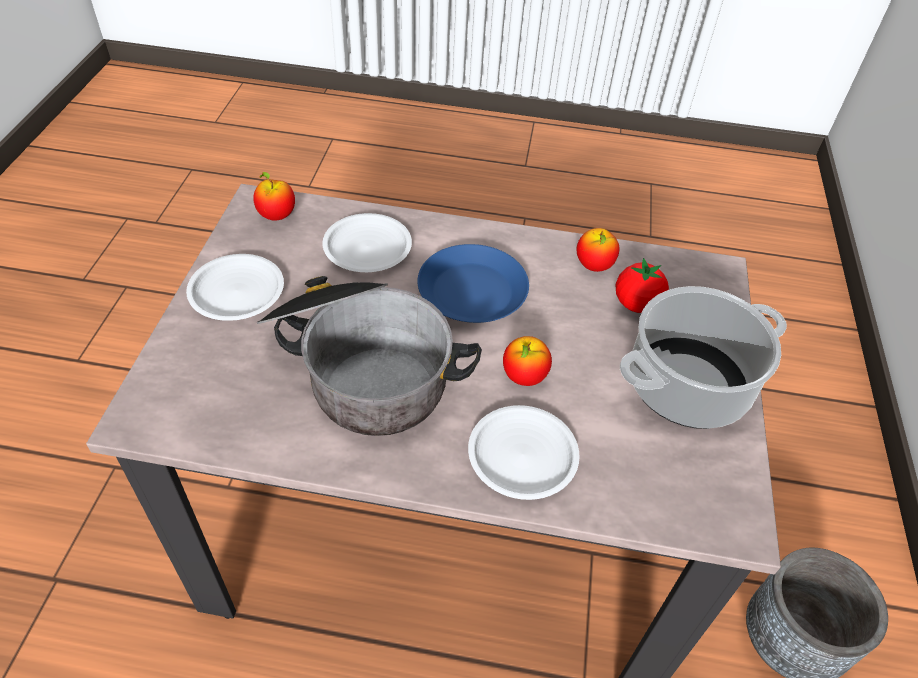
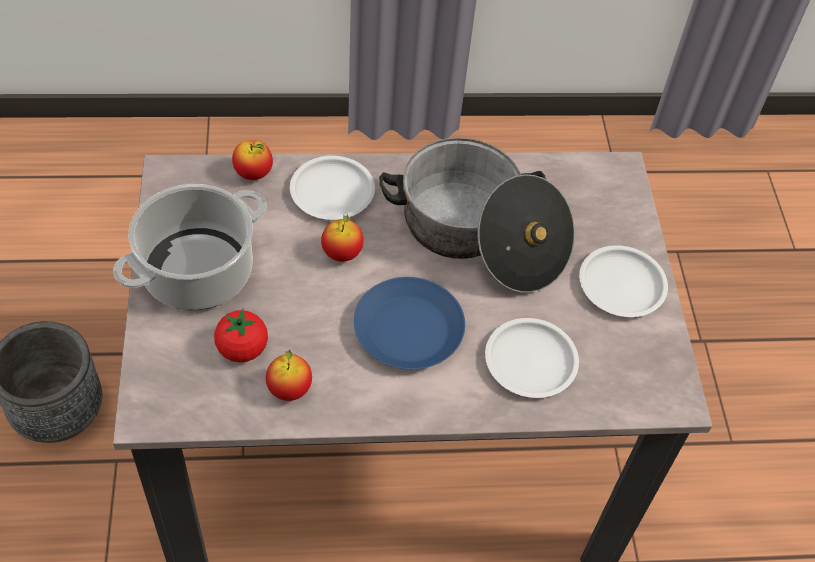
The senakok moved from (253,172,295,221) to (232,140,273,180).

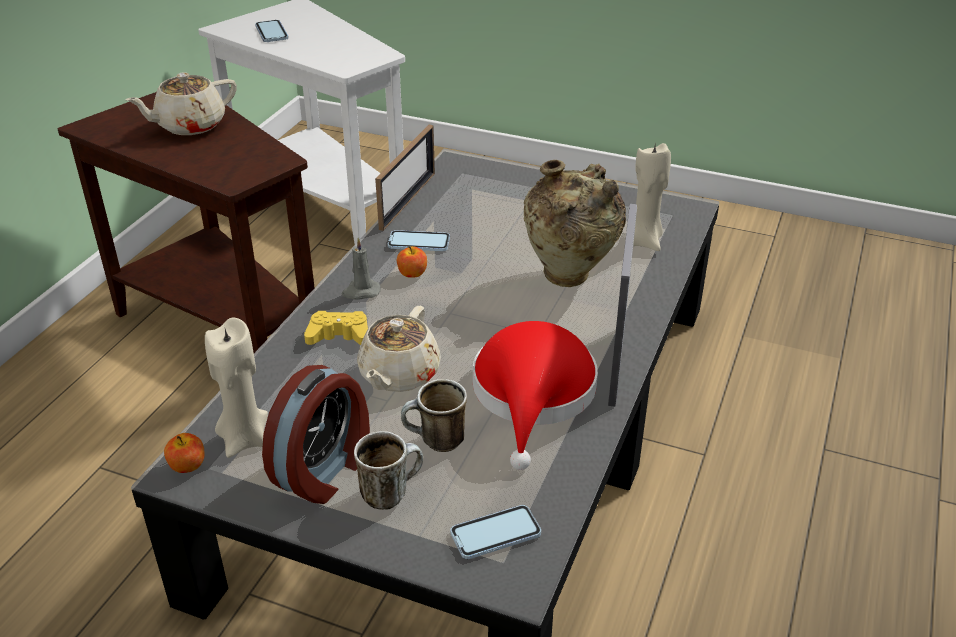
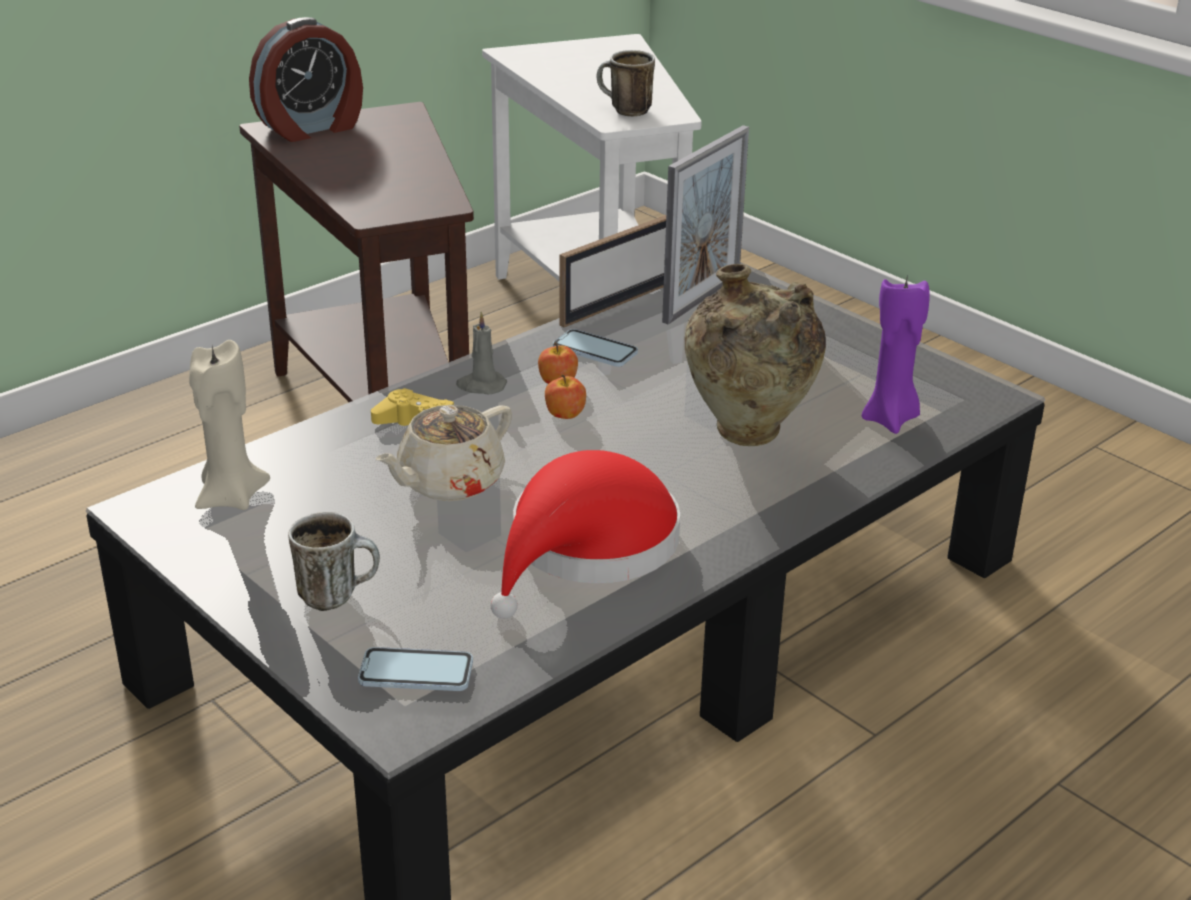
The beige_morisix at (125,72,237,135) disappeared. The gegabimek at (255,20,288,42) disappeared. The senakok moved from (164,433,205,473) to (545,374,586,419). The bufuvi moved from (262,365,370,504) to (249,17,363,142). The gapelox moved from (401,379,467,452) to (597,50,655,117). The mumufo moved from (608,204,637,407) to (662,125,749,324). The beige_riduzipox at (633,141,671,251) became the purple_riduzipox at (862,274,929,434).

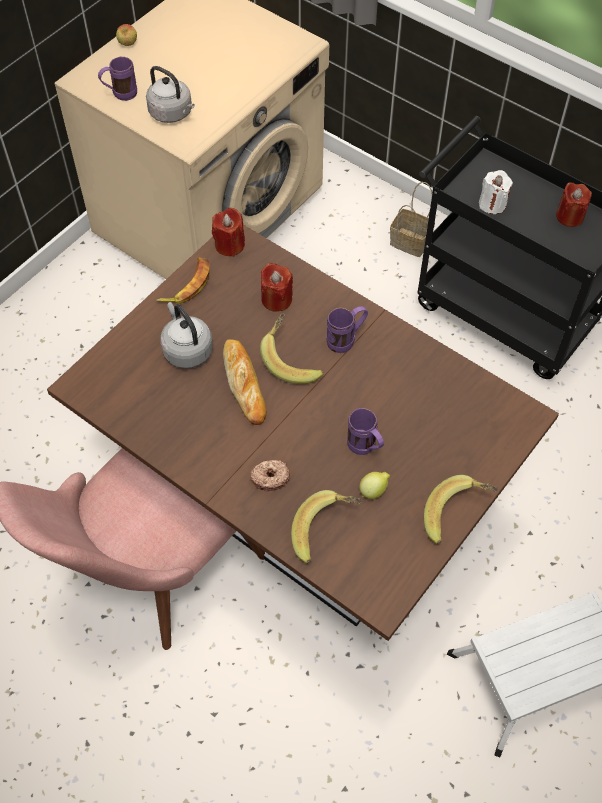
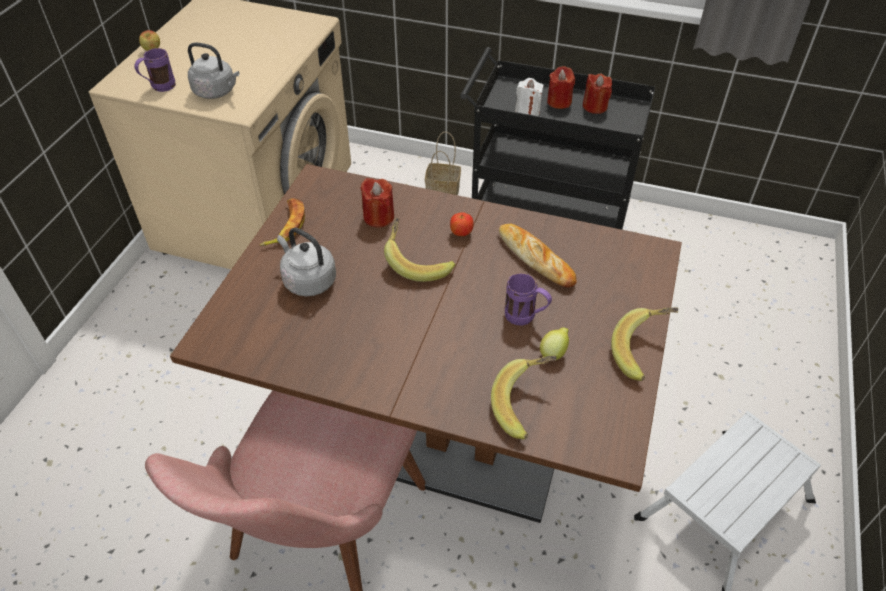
The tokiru at (250,460,290,491) disappeared. The red_riduzipox moved from (212,208,245,257) to (547,66,575,109). The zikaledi moved from (223,339,267,425) to (499,224,576,288). The purple_gapelox at (327,306,368,353) was replaced by the senakok at (450,212,474,236).

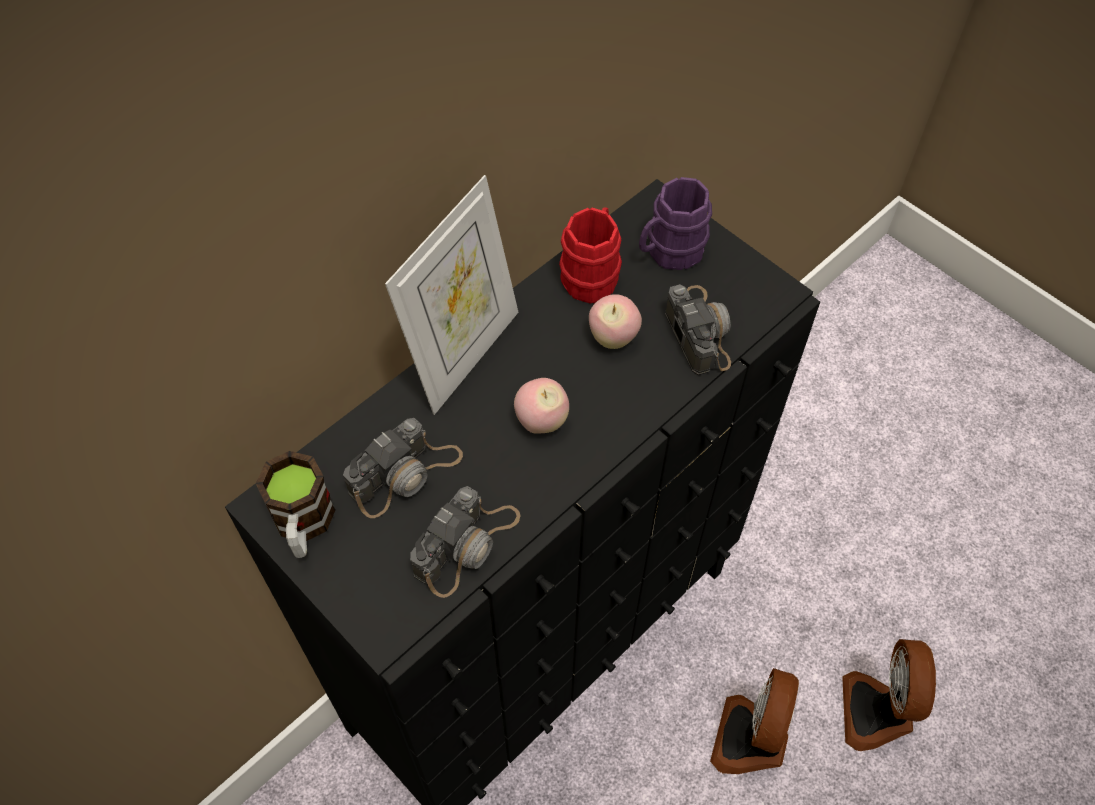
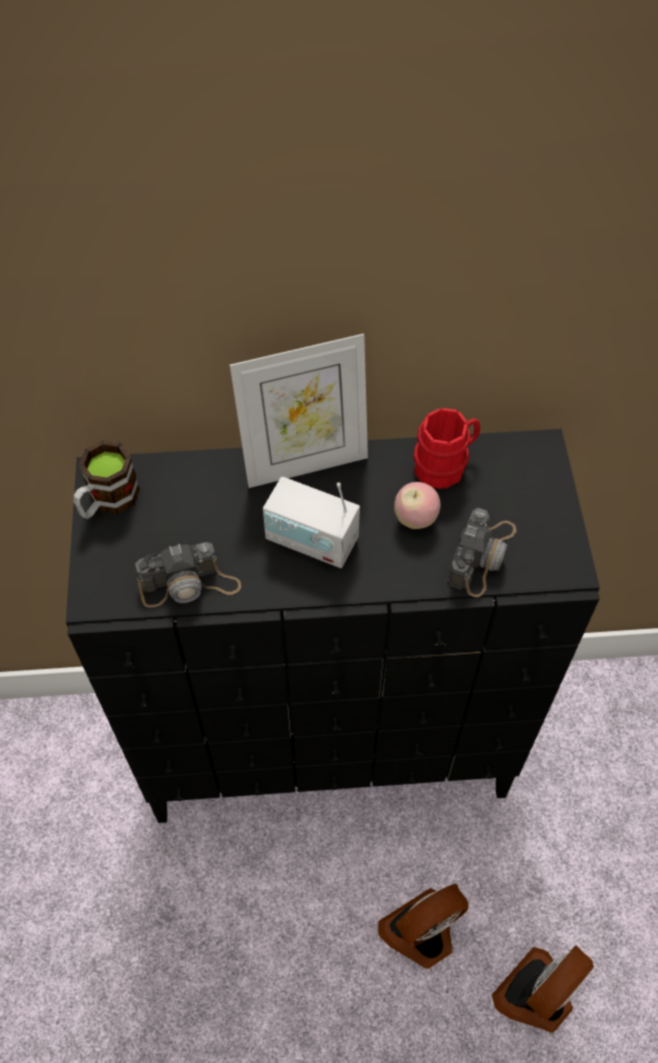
The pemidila at (343,418,463,518) disappeared. The purple_gapelox at (639,177,712,270) disappeared. The senakok at (514,378,569,434) was replaced by the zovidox at (263,476,360,568).

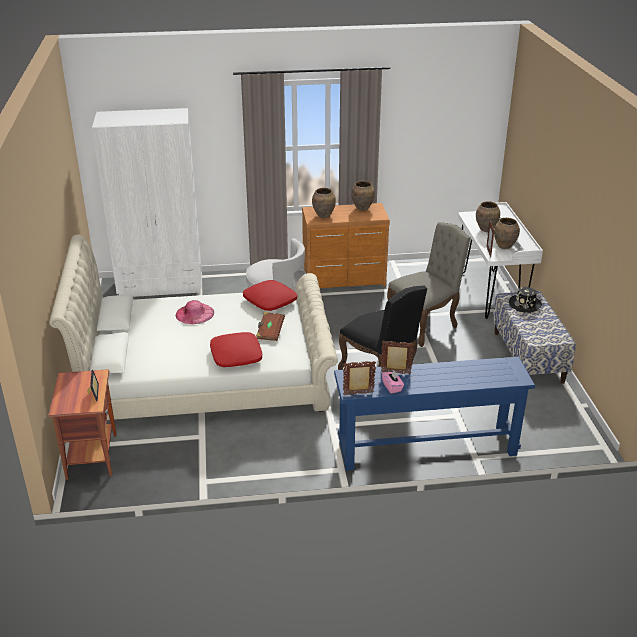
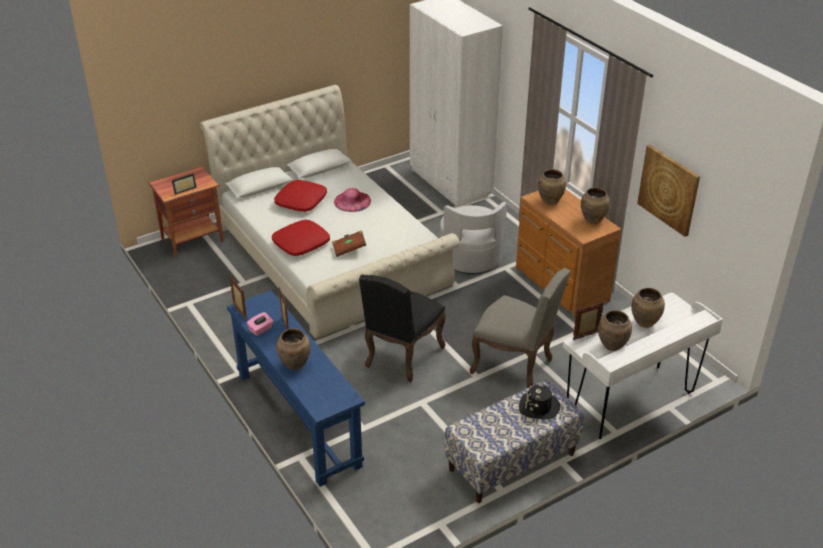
The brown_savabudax at (276,328,311,370) appeared. The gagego at (637,145,700,237) appeared. The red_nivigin moved from (243,280,297,311) to (274,180,327,212).

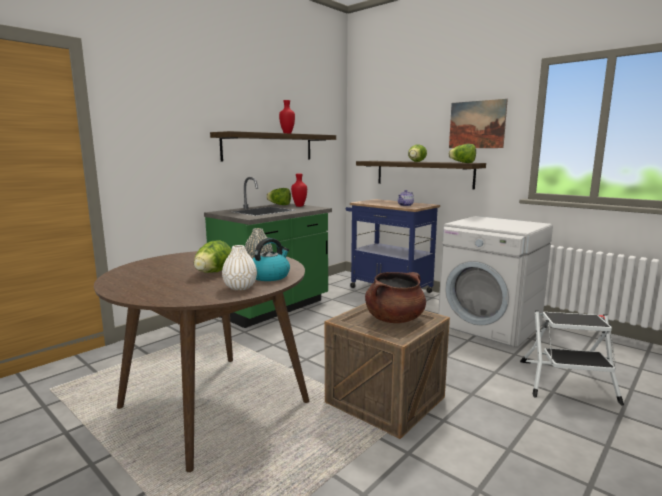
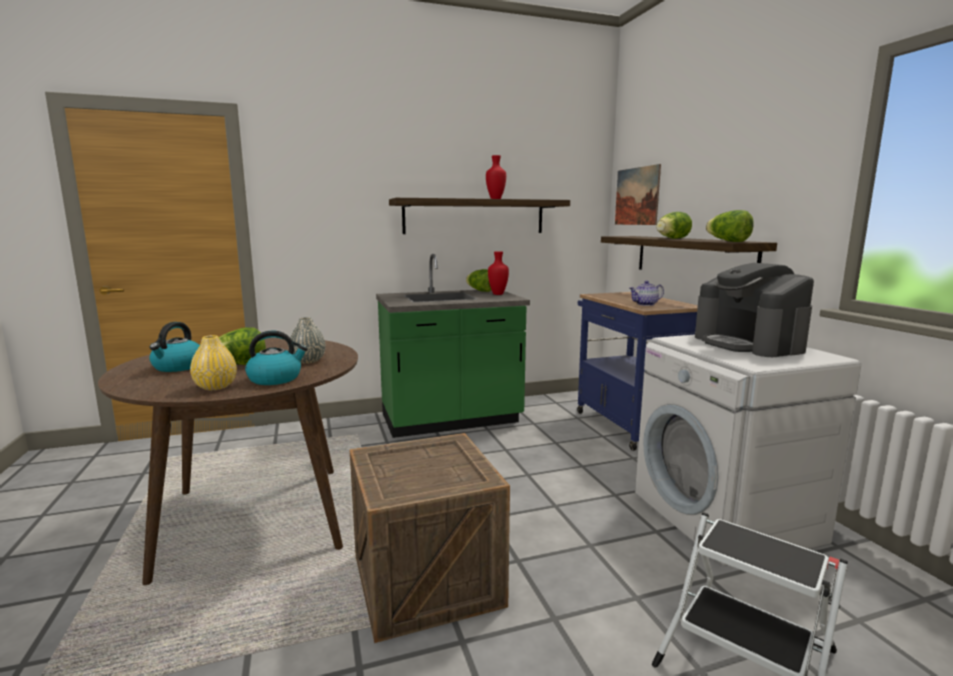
The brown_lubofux at (365,272,426,323) disappeared. The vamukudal at (149,322,200,372) appeared. The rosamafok at (695,263,814,357) appeared. The gagego moved from (449,99,508,148) to (615,164,661,225). The white_savabudax at (222,245,257,291) became the yellow_savabudax at (190,335,237,390).

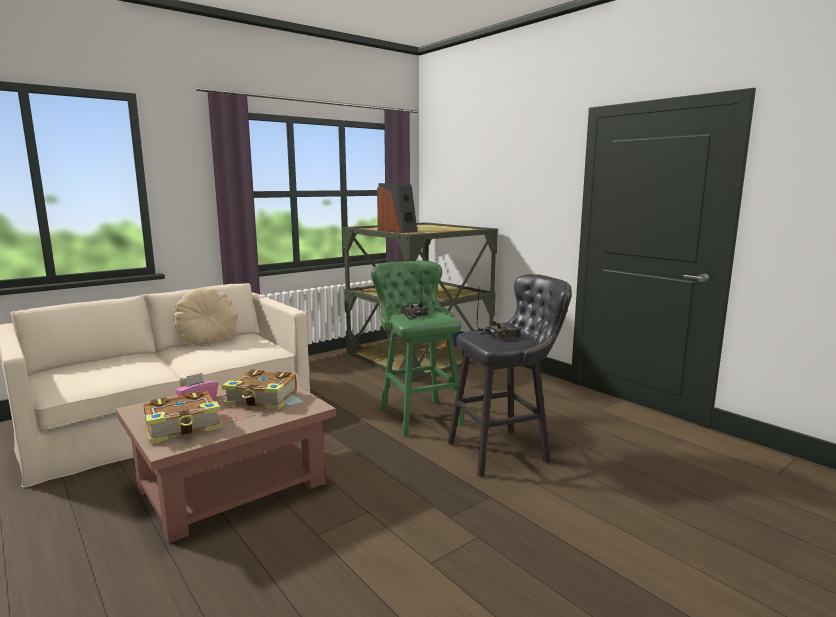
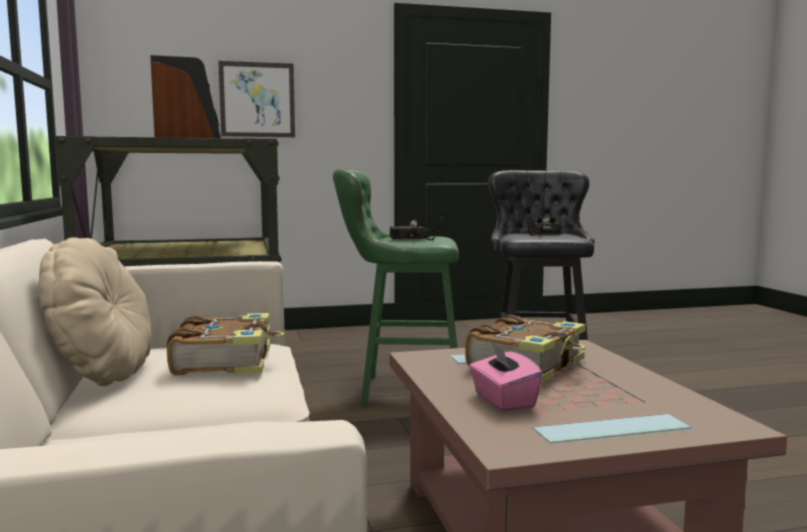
The gagego at (218,61,295,137) appeared. The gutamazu moved from (144,391,222,444) to (167,313,285,376).

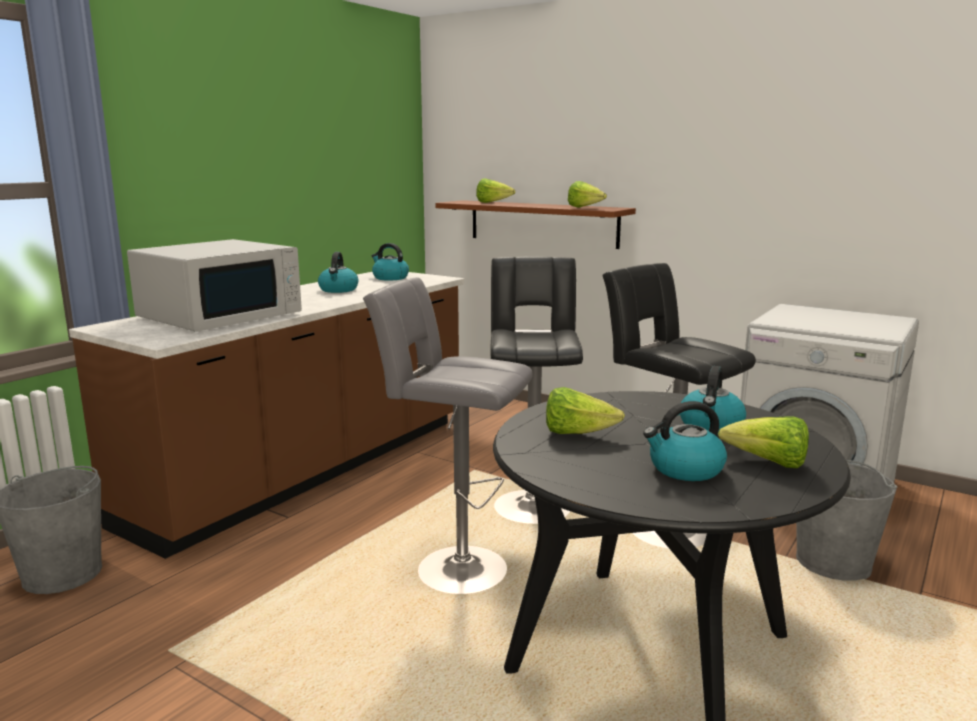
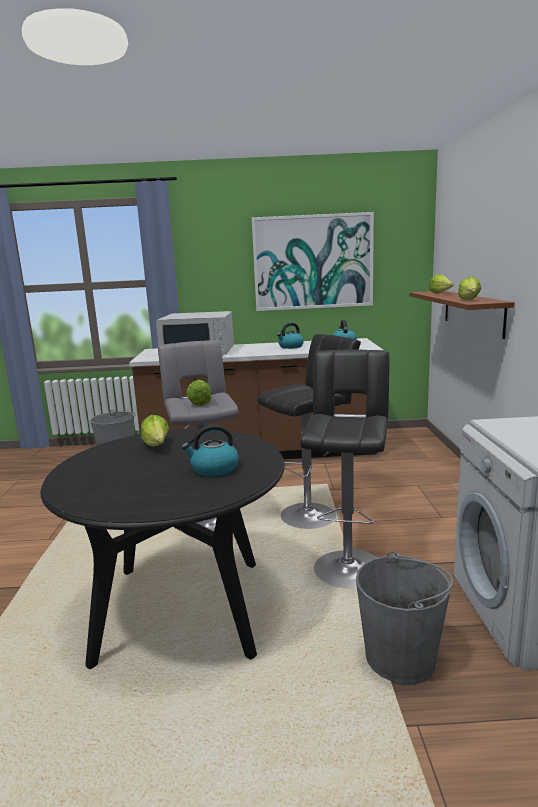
The vamukudal at (643,401,727,481) disappeared. The gagego at (252,212,374,311) appeared. The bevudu moved from (718,416,809,468) to (186,380,212,406).

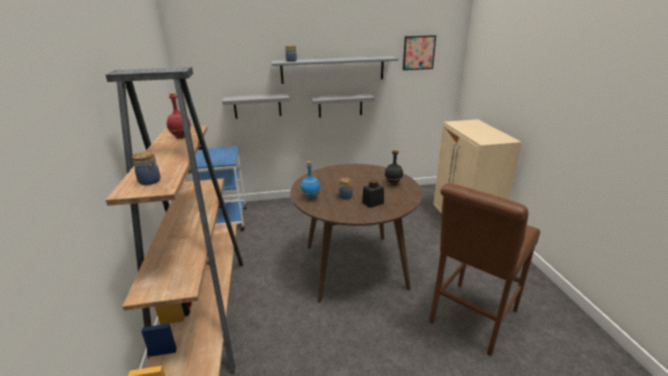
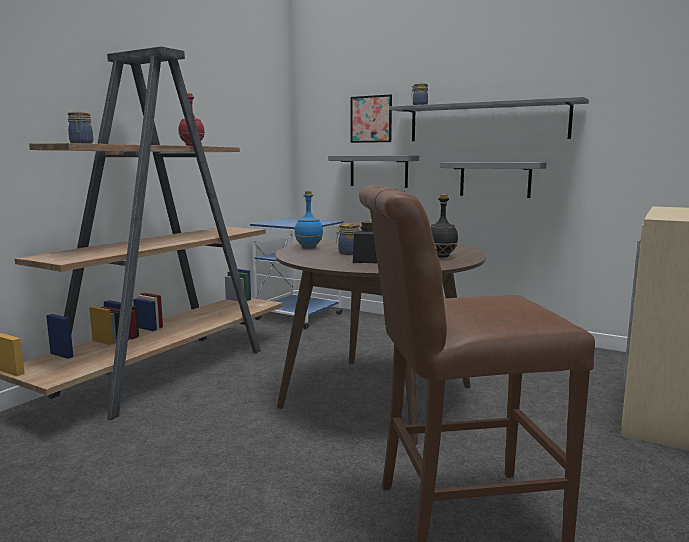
The gagego moved from (403,35,436,70) to (351,94,392,143).

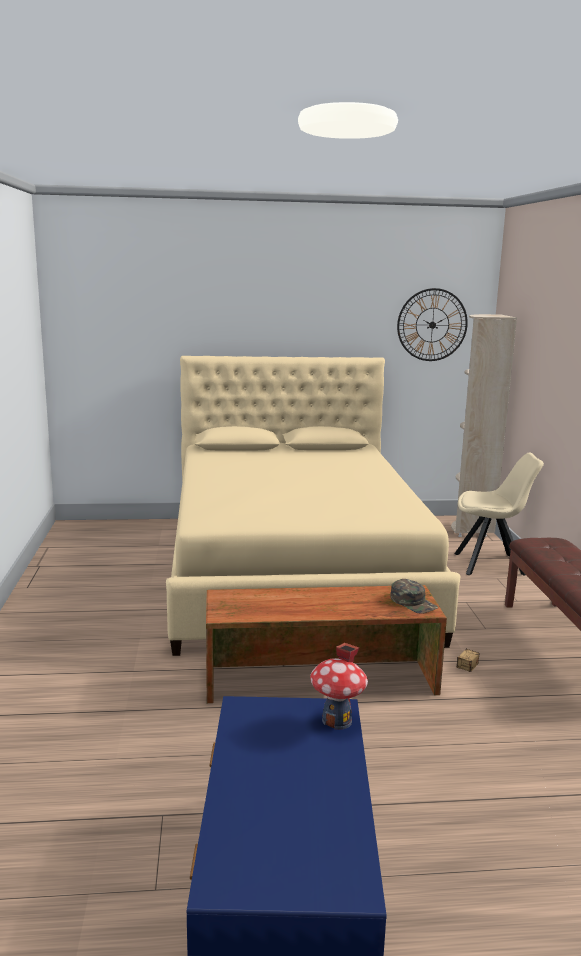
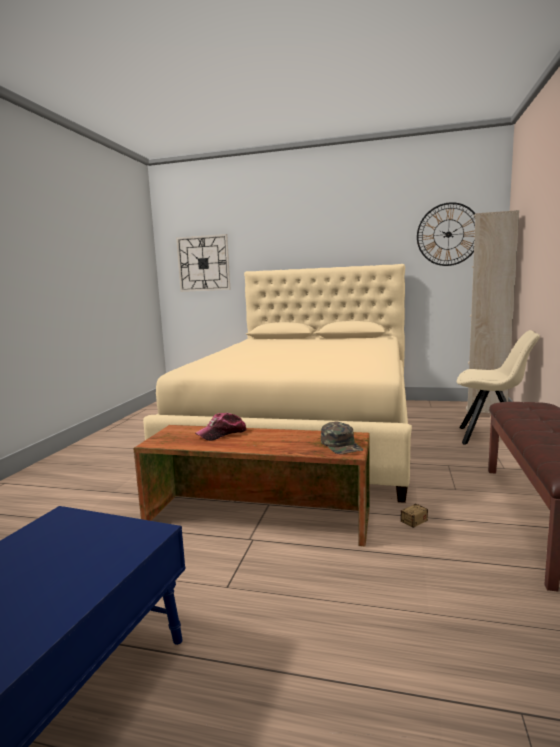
The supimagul at (310,643,368,730) disappeared. The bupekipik at (176,234,231,292) appeared. The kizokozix at (195,413,247,441) appeared.

